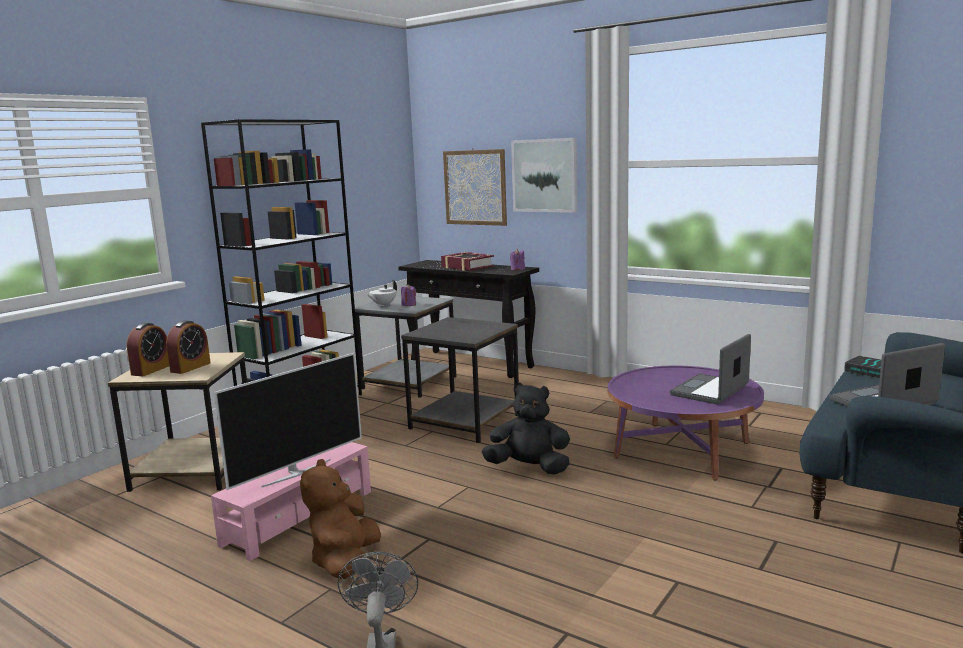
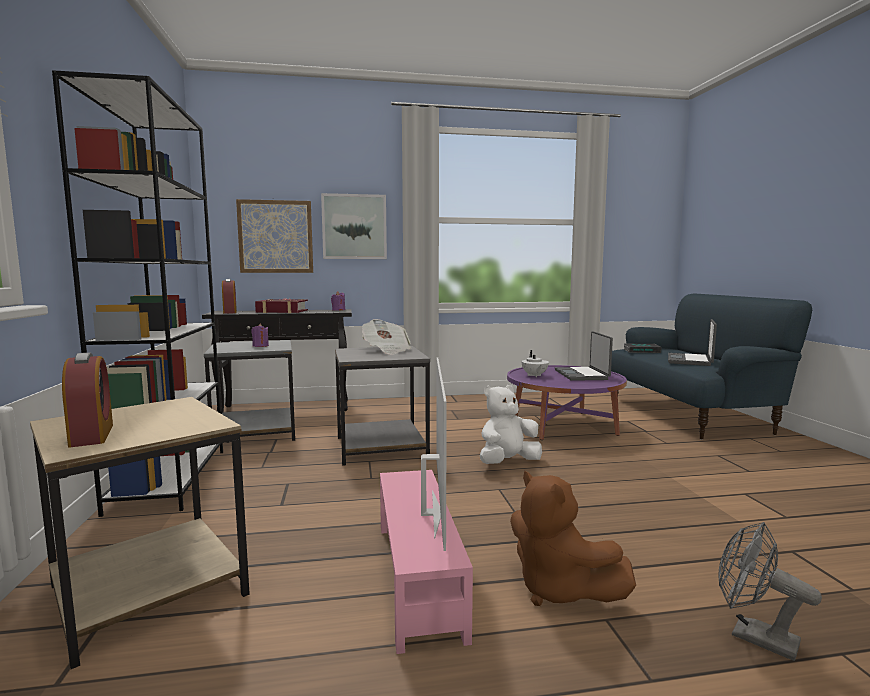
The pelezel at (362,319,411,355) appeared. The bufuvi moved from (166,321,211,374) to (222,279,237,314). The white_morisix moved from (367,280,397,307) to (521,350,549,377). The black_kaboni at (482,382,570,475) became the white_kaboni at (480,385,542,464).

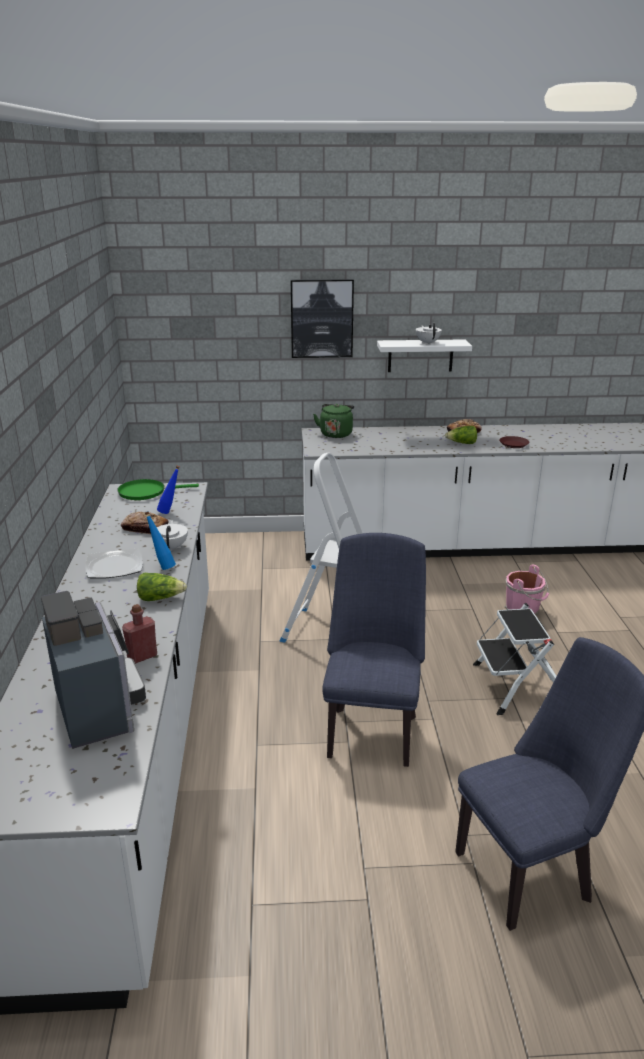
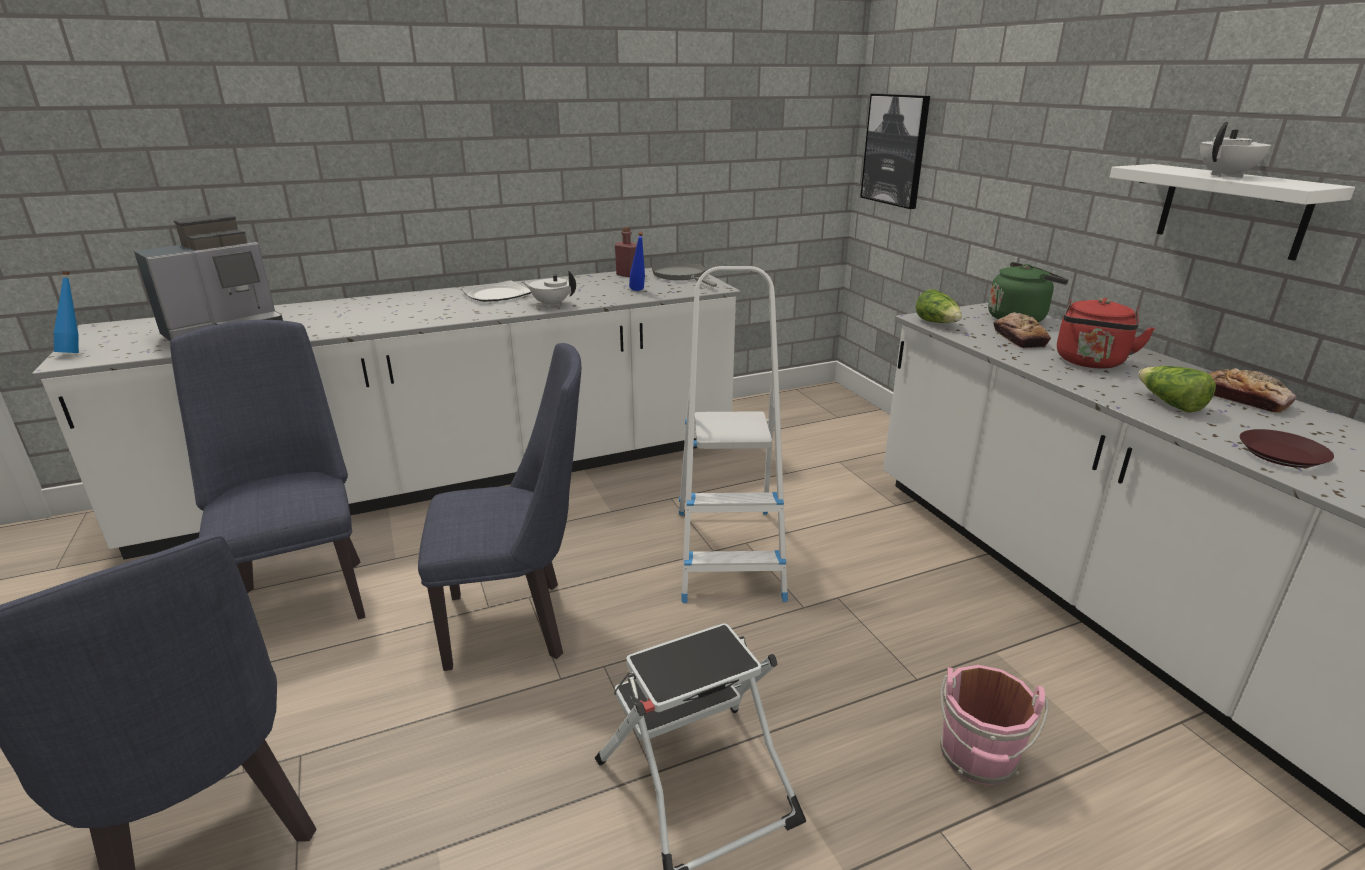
The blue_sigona at (170,320,365,620) appeared. The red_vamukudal at (1057,298,1155,368) appeared. The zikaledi moved from (121,512,168,534) to (993,312,1051,348). The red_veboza moved from (122,604,157,664) to (615,227,637,277). The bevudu moved from (137,573,187,601) to (916,289,962,323). The blue_veboza moved from (145,511,176,570) to (54,271,79,353). The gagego moved from (291,279,354,358) to (860,94,930,209). The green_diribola at (117,479,199,500) became the grey_diribola at (652,262,717,287). The white_morisix at (157,520,188,551) turned 135 degrees counterclockwise.

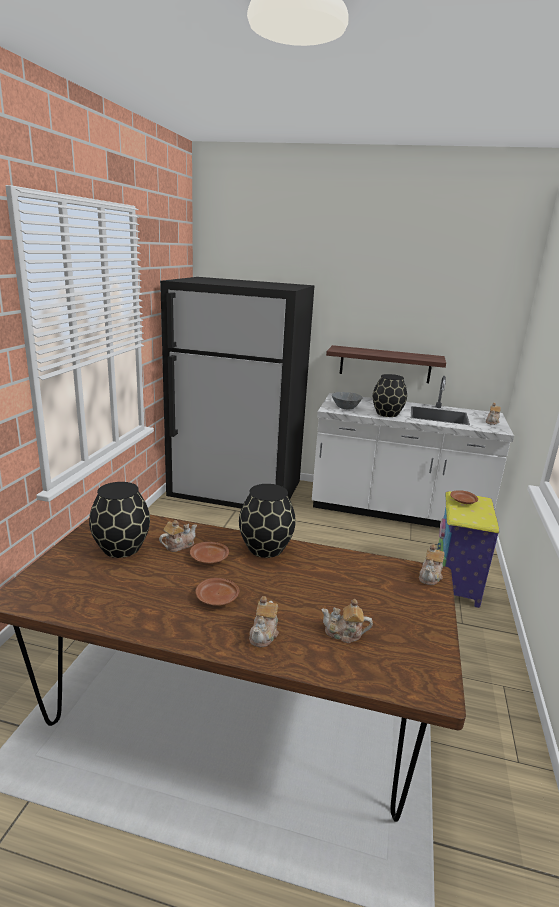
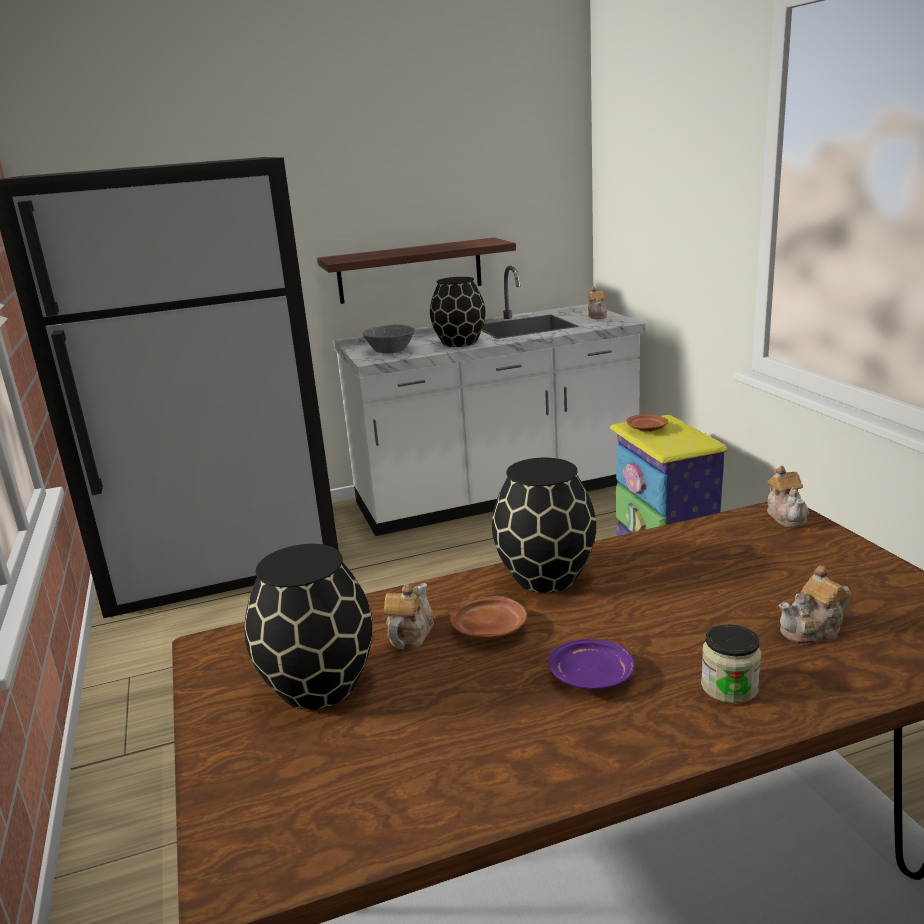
The morisix at (249,596,279,647) was replaced by the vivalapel at (701,625,761,704). The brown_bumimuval at (195,578,240,606) became the purple_bumimuval at (548,639,635,690).

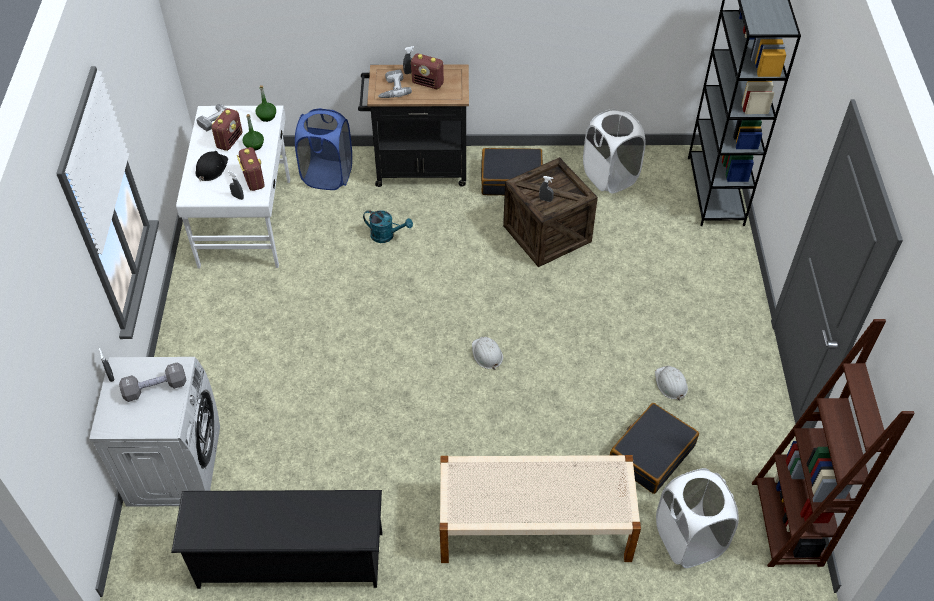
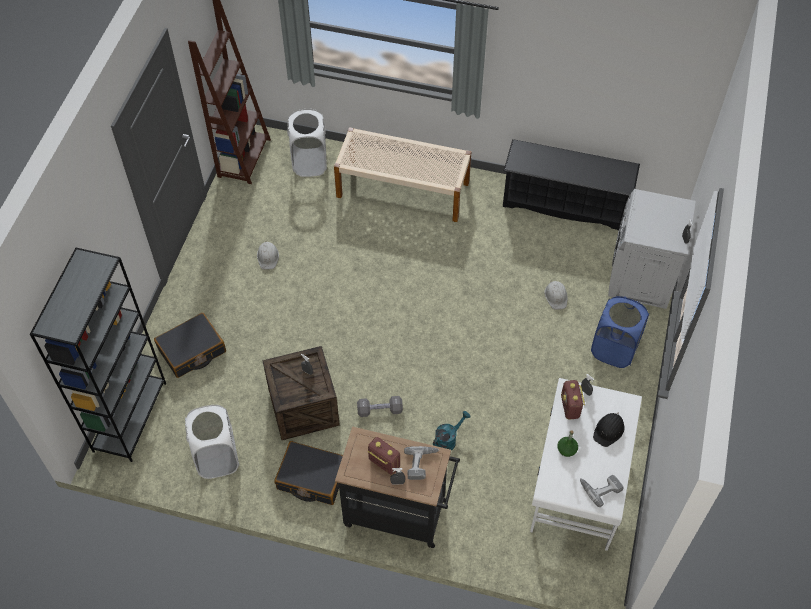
The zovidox at (211,108,243,151) disappeared. The green_veboza at (256,85,276,122) disappeared. The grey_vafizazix moved from (119,362,186,402) to (357,396,403,417). The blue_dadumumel moved from (295,108,352,190) to (591,296,649,368). The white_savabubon moved from (472,337,503,370) to (544,280,567,310). The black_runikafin moved from (610,403,699,494) to (154,313,226,378). The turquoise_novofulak at (363,210,413,243) turned 105 degrees clockwise.

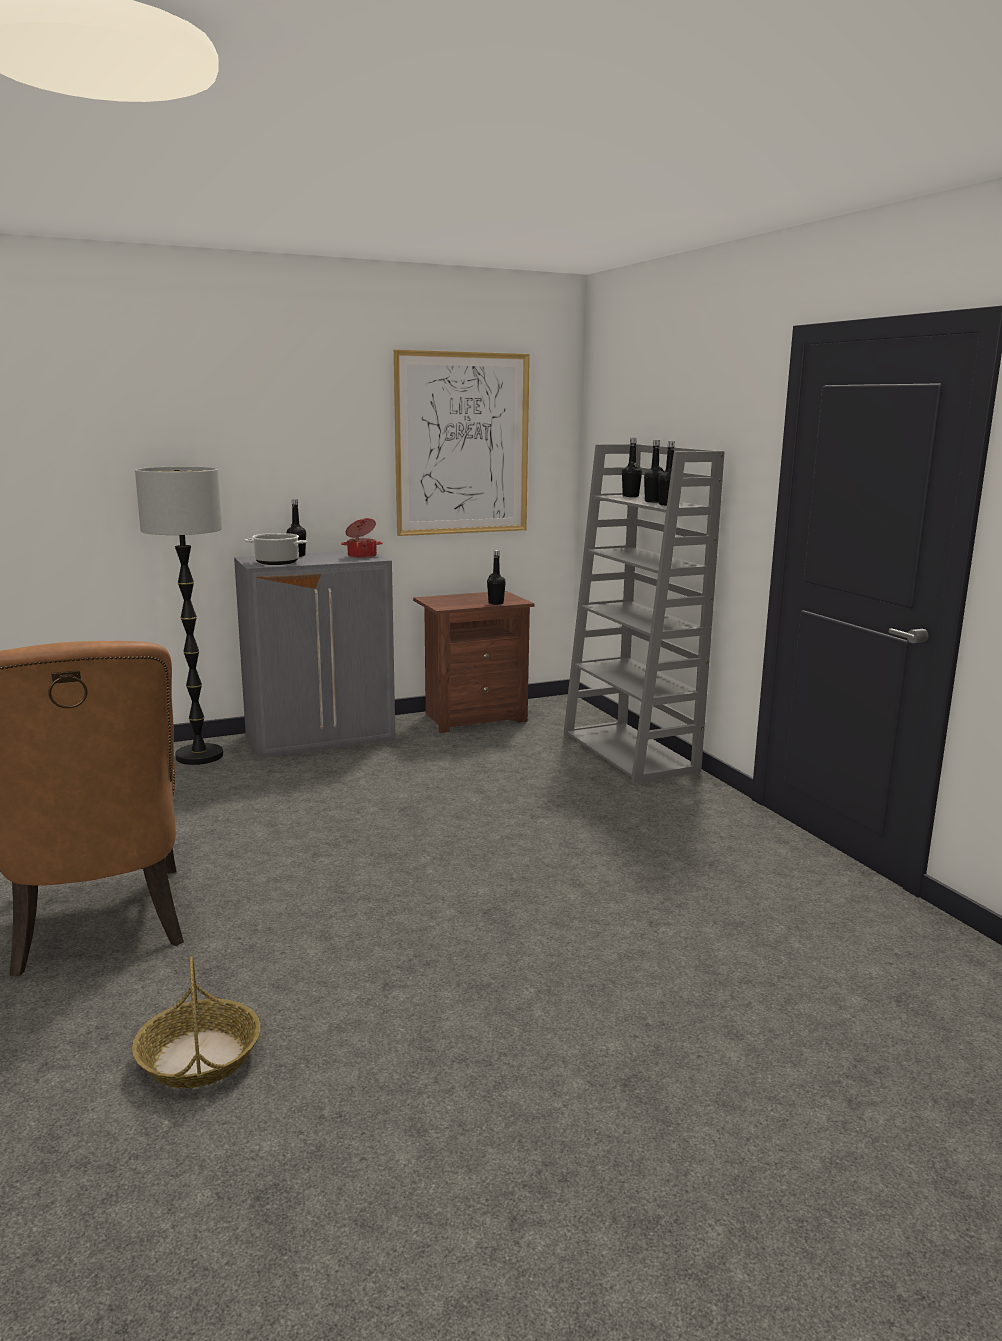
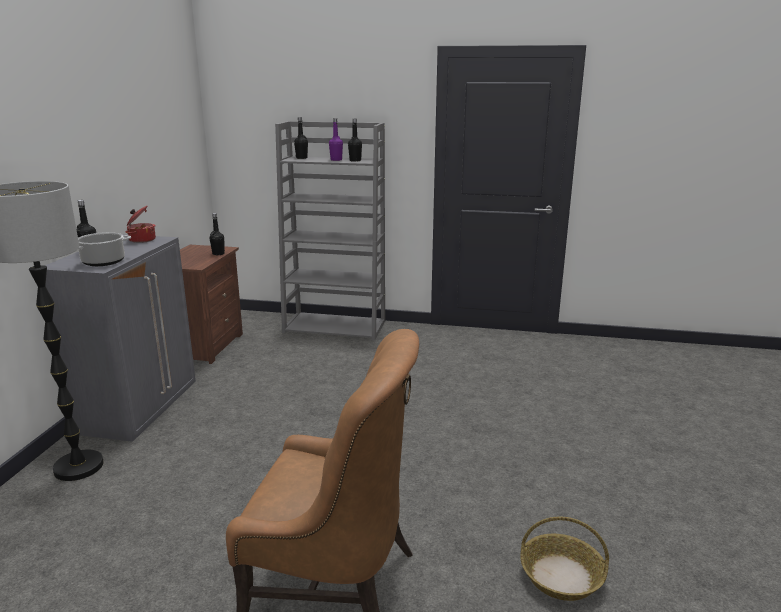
The gagego at (394,350,530,536) disappeared. The black_veboza at (644,440,664,503) became the purple_veboza at (329,118,343,161).

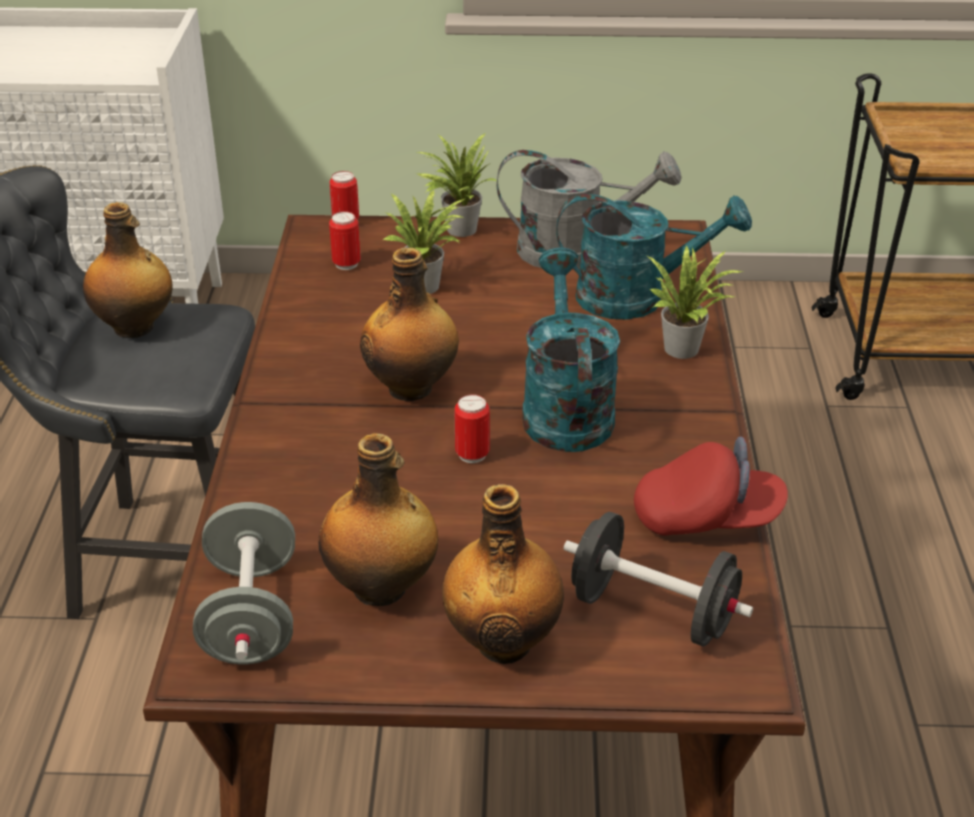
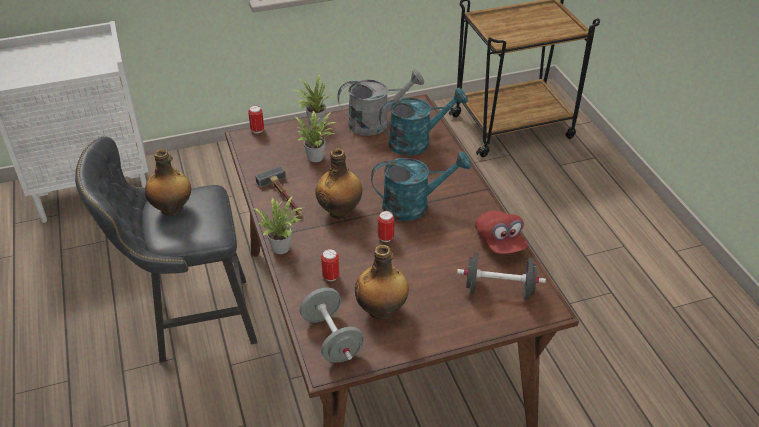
The veboza at (442,484,564,664) disappeared. The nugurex at (255,166,302,215) appeared. The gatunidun moved from (329,211,361,270) to (321,249,339,281). The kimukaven moved from (646,246,743,359) to (253,195,305,254). The turquoise_novofulak at (522,248,620,452) turned 105 degrees clockwise. The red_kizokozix at (634,436,788,536) turned 90 degrees clockwise.

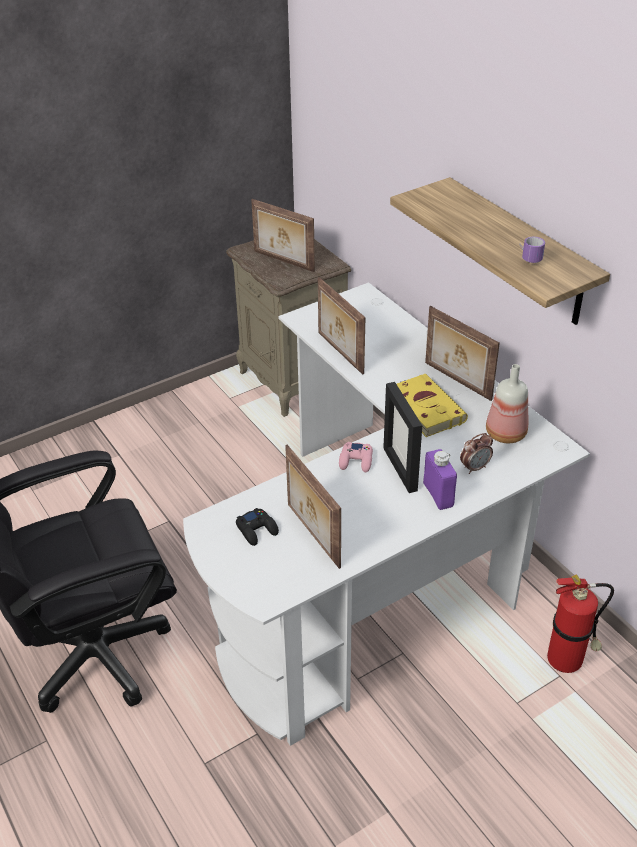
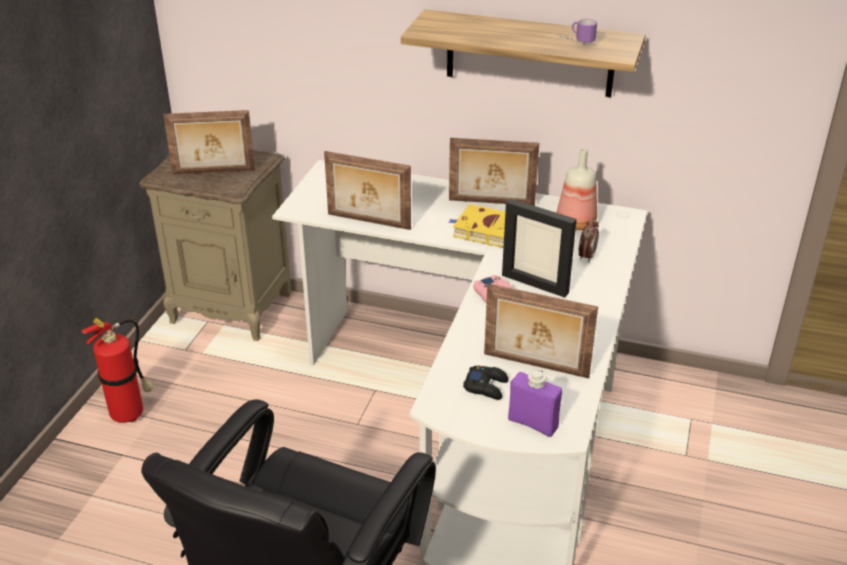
The purple_veboza moved from (423,449,457,510) to (508,370,562,437). The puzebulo moved from (547,574,614,673) to (82,318,154,423).

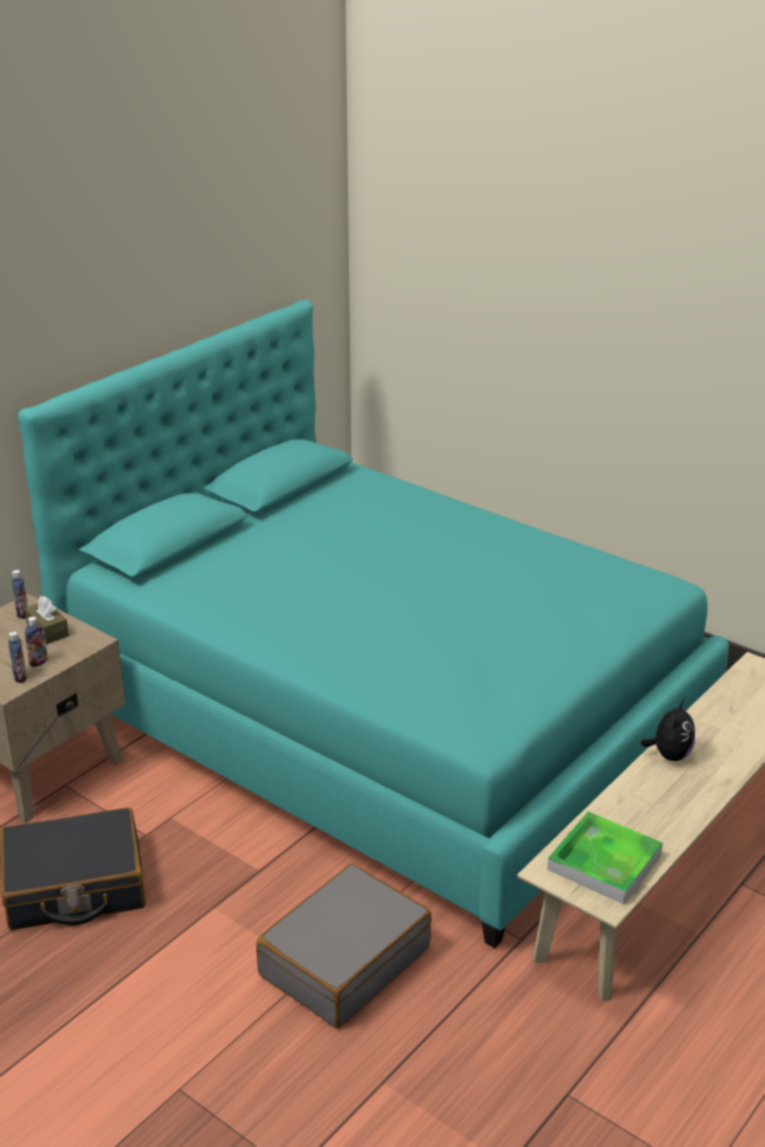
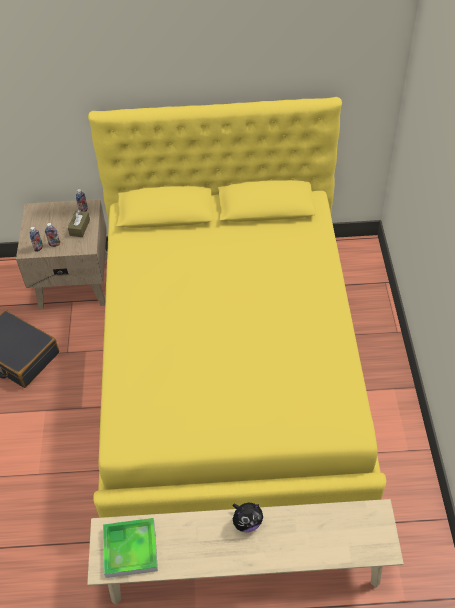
The grey_runikafin at (256,864,432,1028) disappeared. The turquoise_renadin at (18,300,729,948) became the yellow_renadin at (88,97,386,518).

